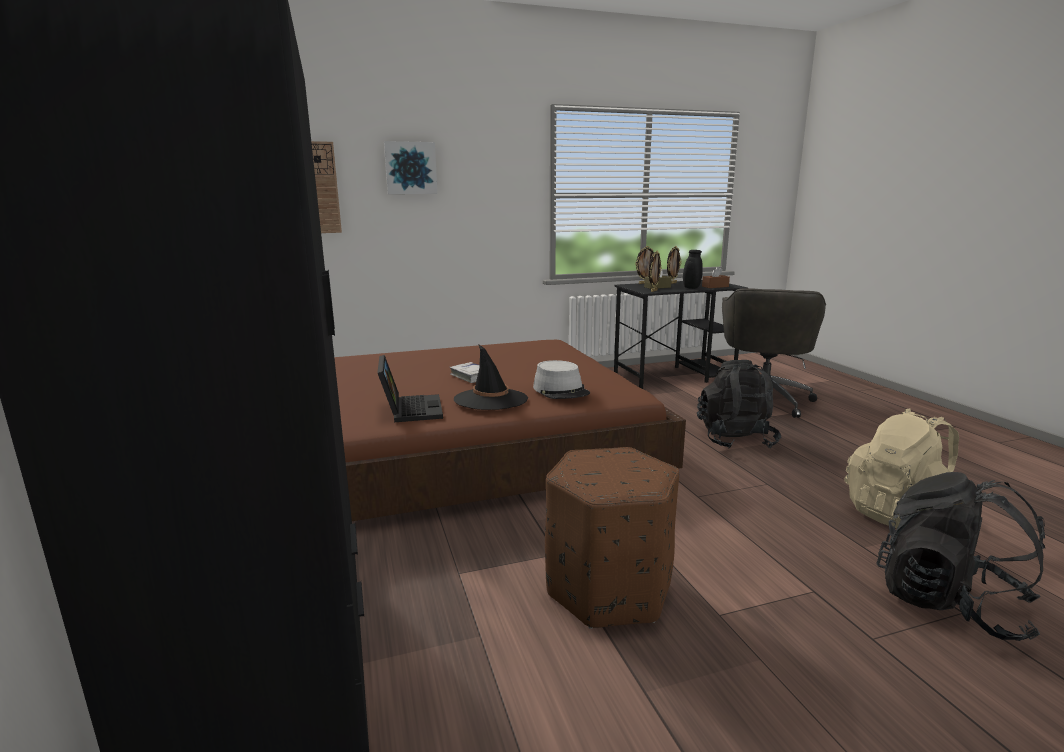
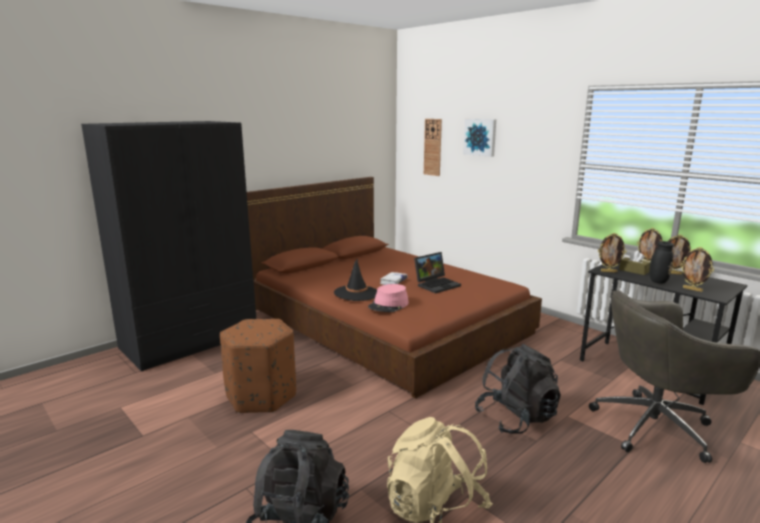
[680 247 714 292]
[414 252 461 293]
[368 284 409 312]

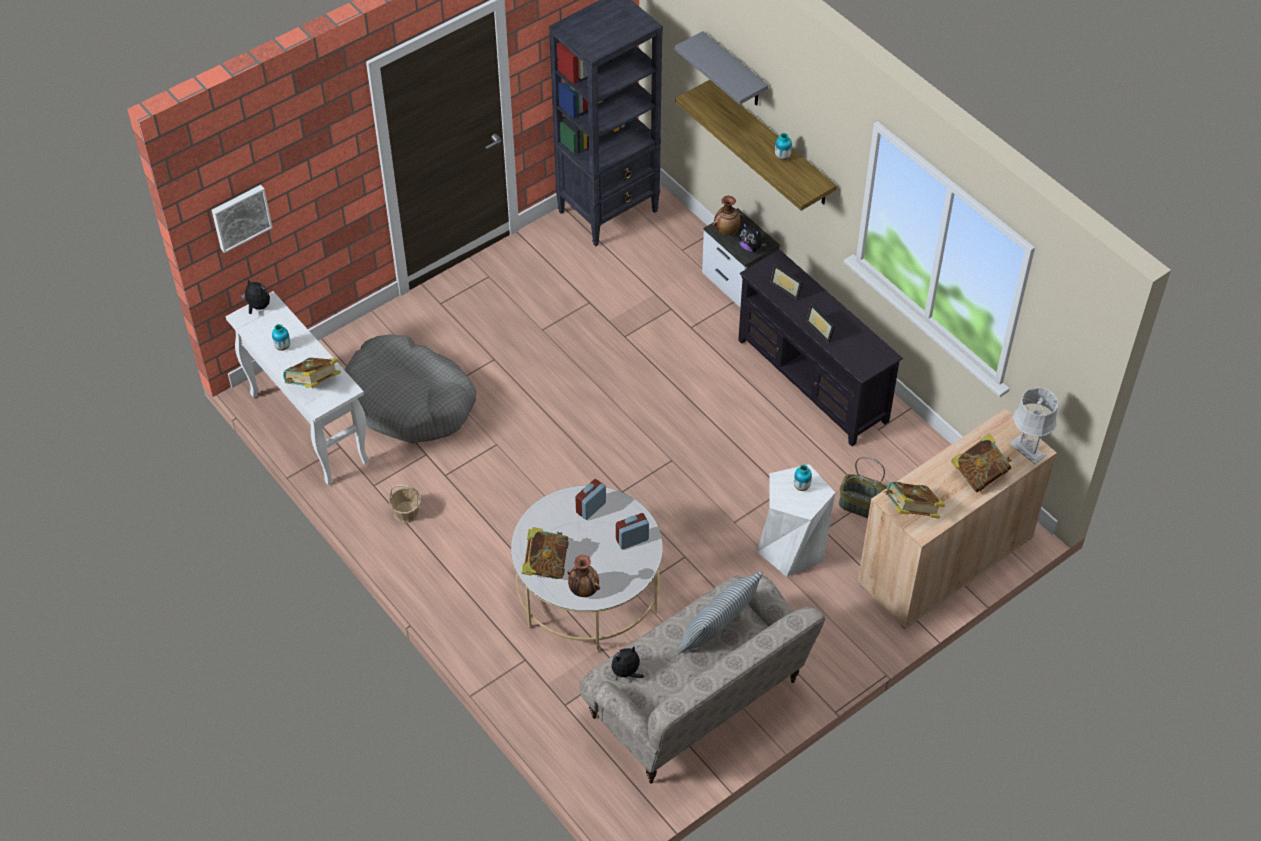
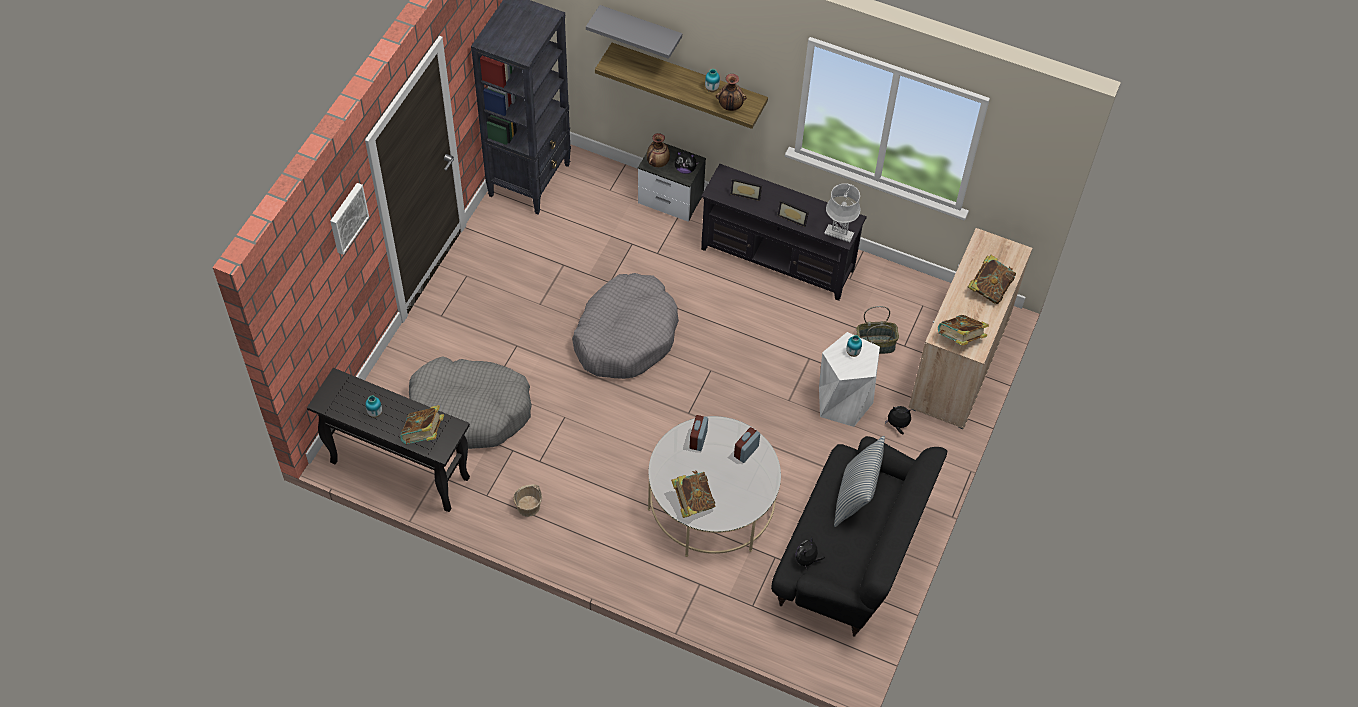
[330 183 369 255]
[885 406 911 435]
[307 368 470 512]
[824 183 861 242]
[716 74 747 111]
[771 436 947 637]
[572 273 679 379]

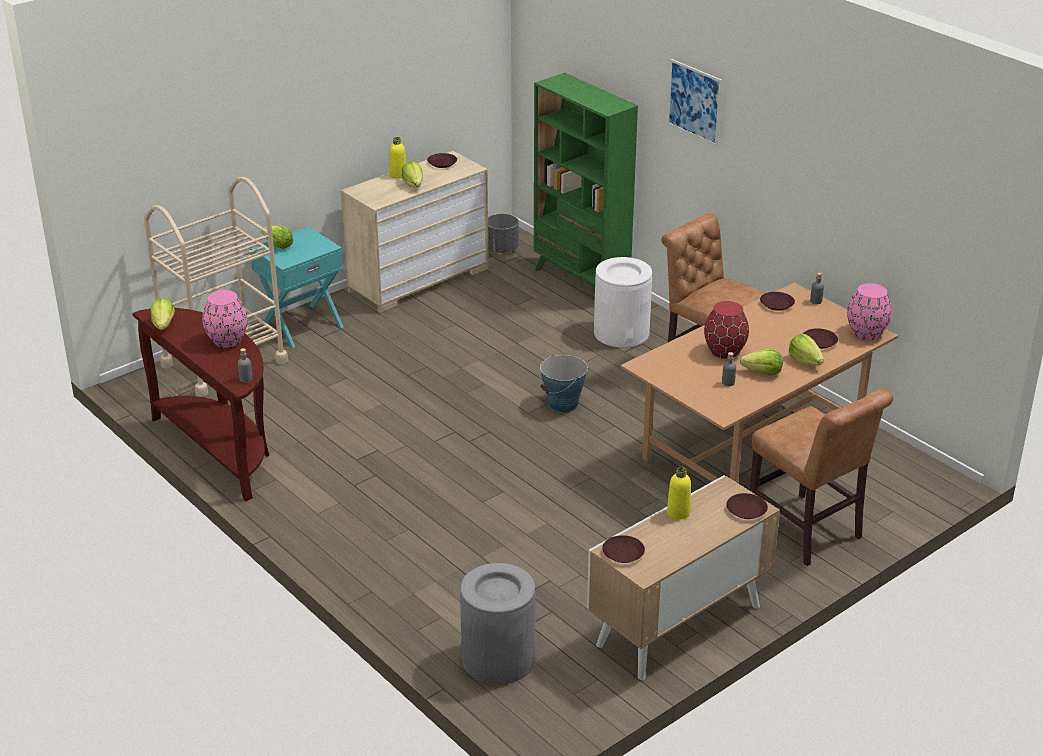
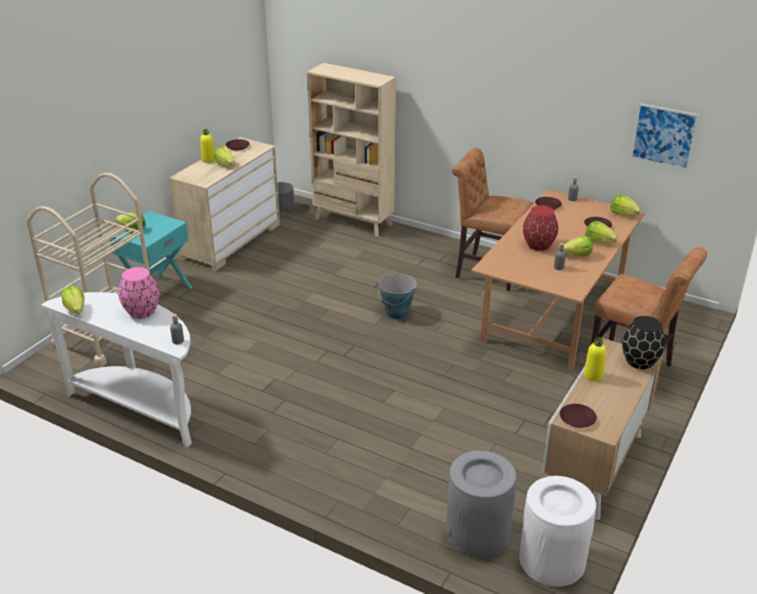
[630 103 699 170]
[307 63 396 237]
[519 476 596 587]
[610 195 641 216]
[41 292 192 448]
[622 316 665 369]

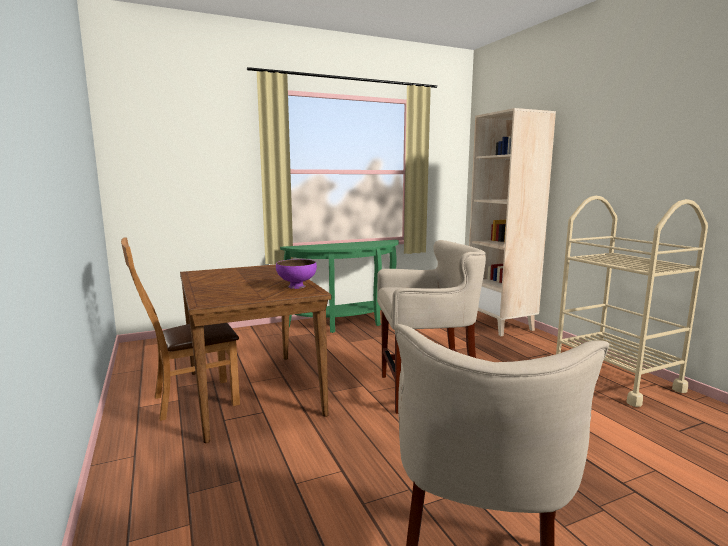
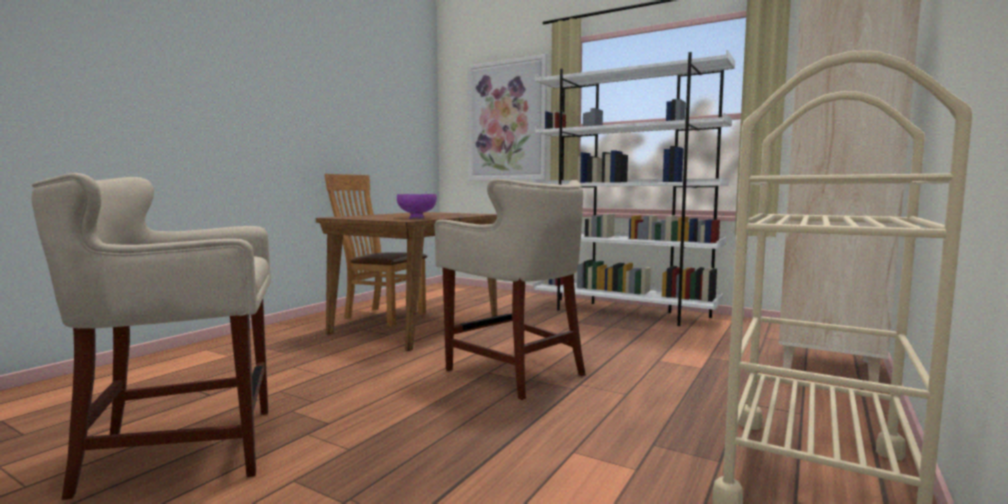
[534 50 735 326]
[468 54 547 180]

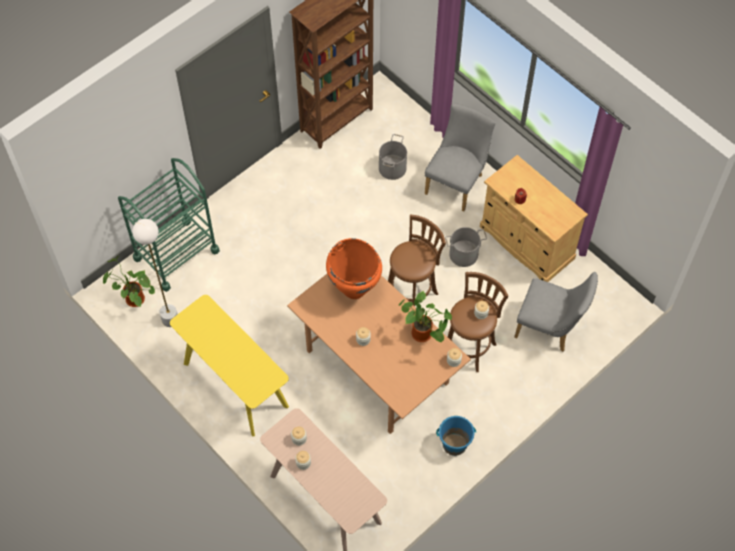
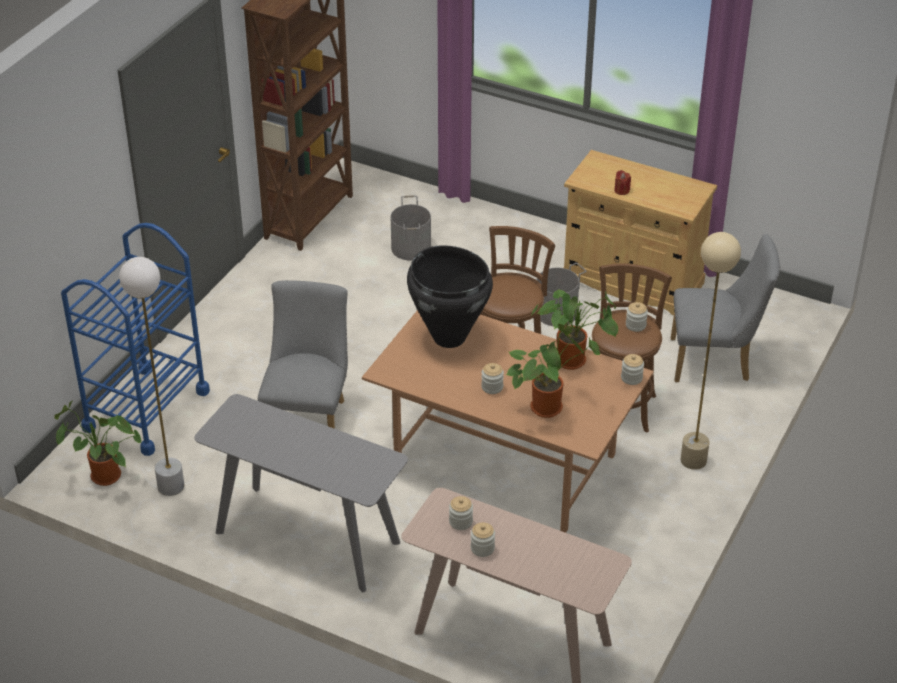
[258 280 348 429]
[61 223 210 456]
[407 245 493 348]
[194 394 408 592]
[436 416 476 456] (first image)
[681 232 741 470]
[506 324 600 418]

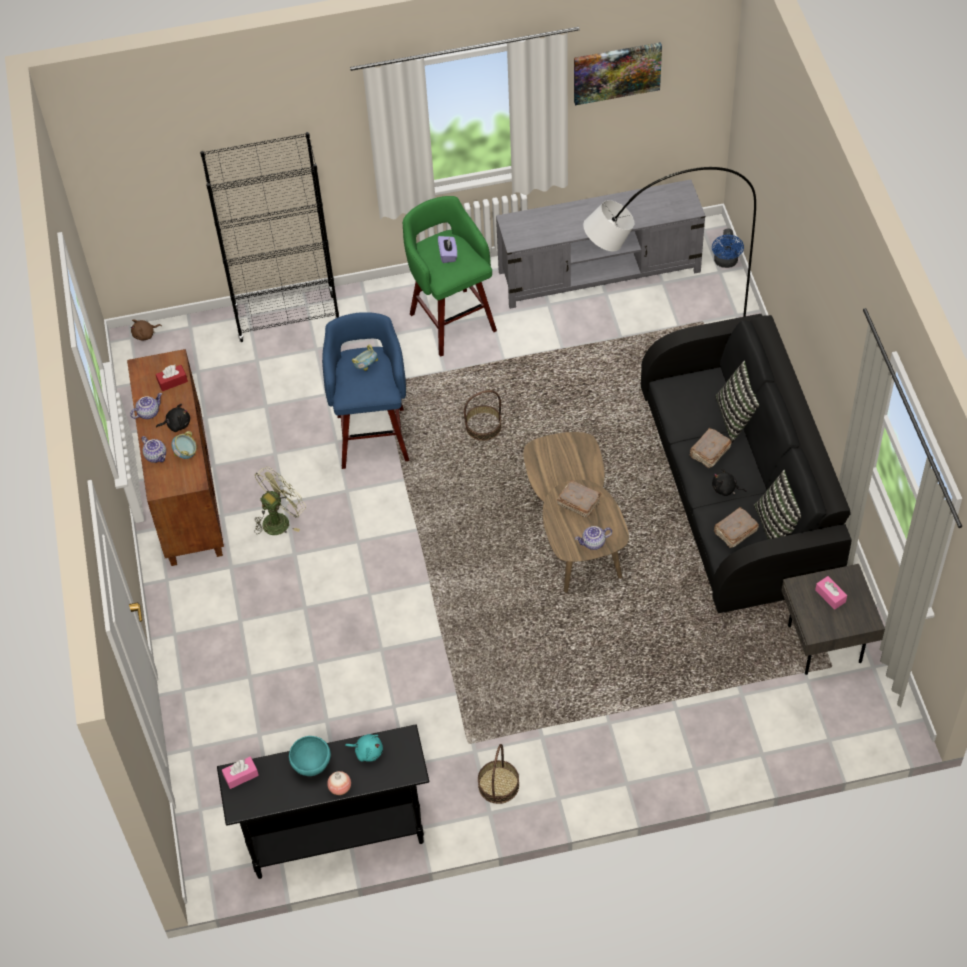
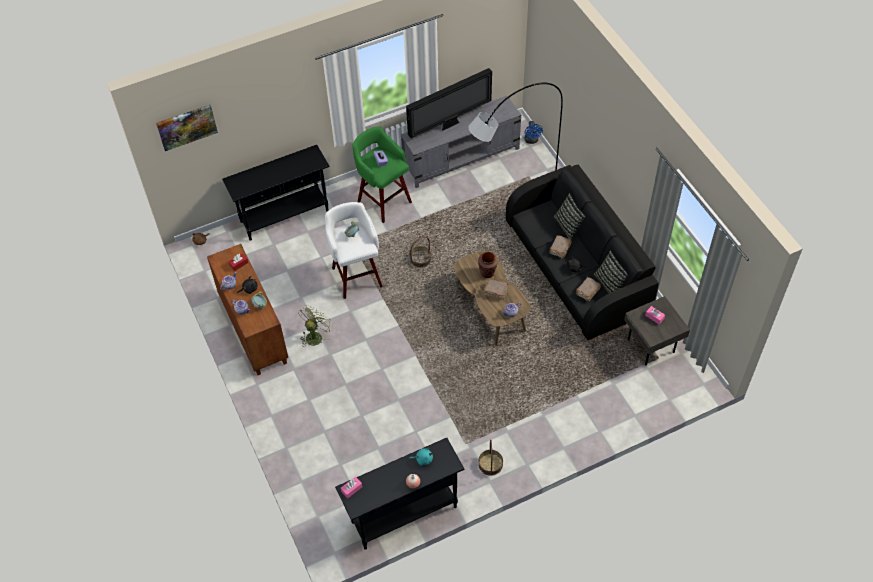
[156 105 218 151]
[222 145 330 241]
[325 202 383 299]
[289 736 331 776] (first image)
[406 68 492 138]
[478 252 498 278]

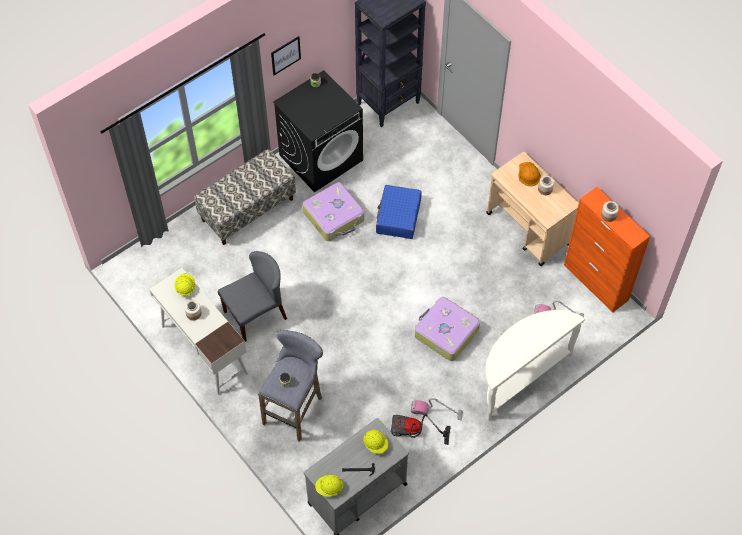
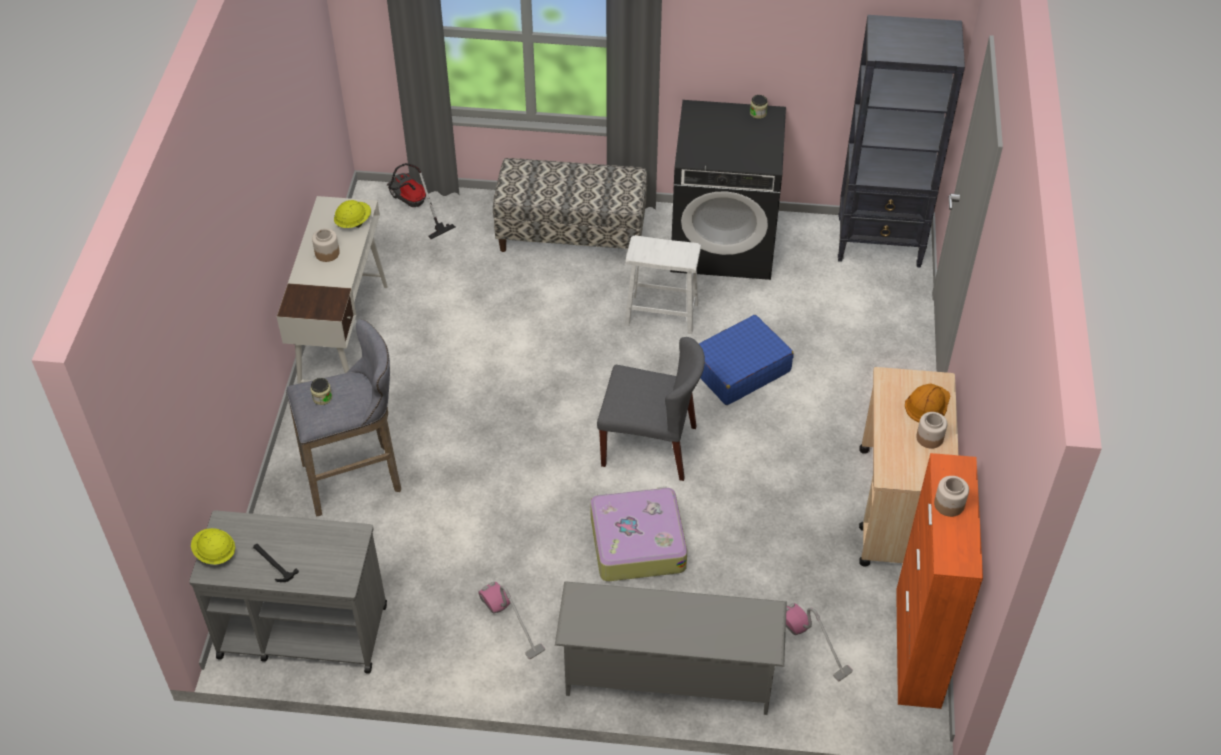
[271 36 301 75] (first image)
[625 235 701 334]
[597 337 705 481]
[555 581 787 715]
[387 163 455 239]
[363 430 389 454] (first image)

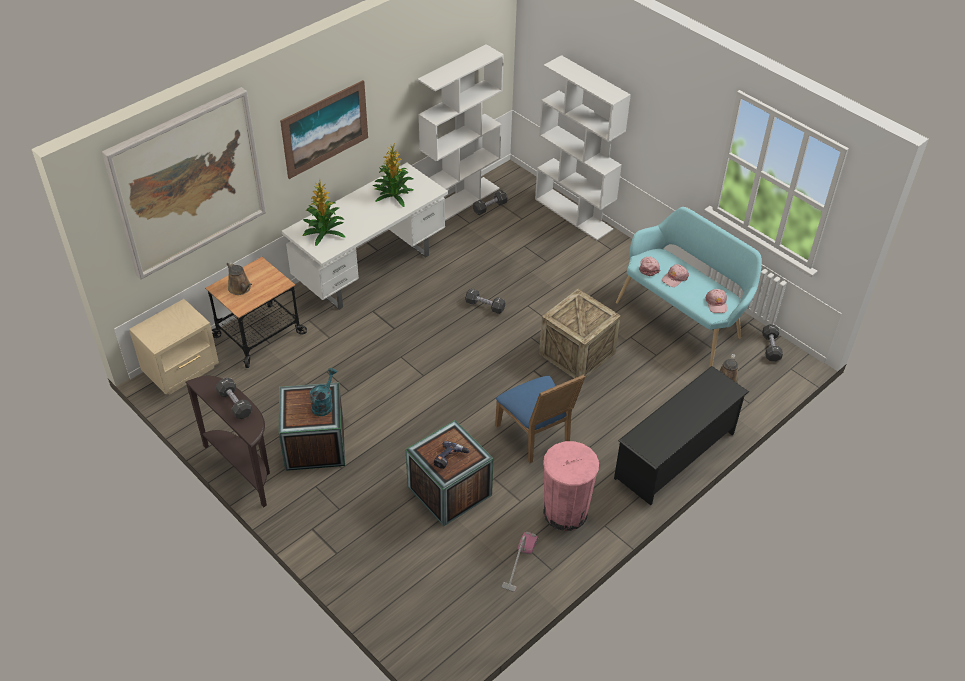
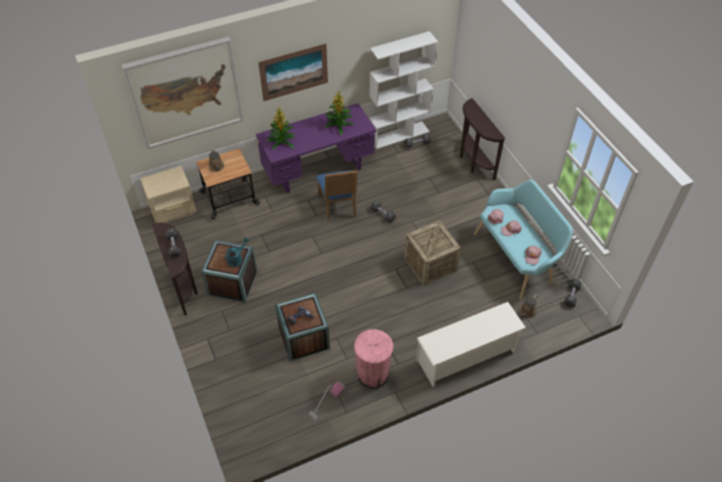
[460 98 505 180]
[256 103 376 194]
[416 302 526 387]
[316 170 358 221]

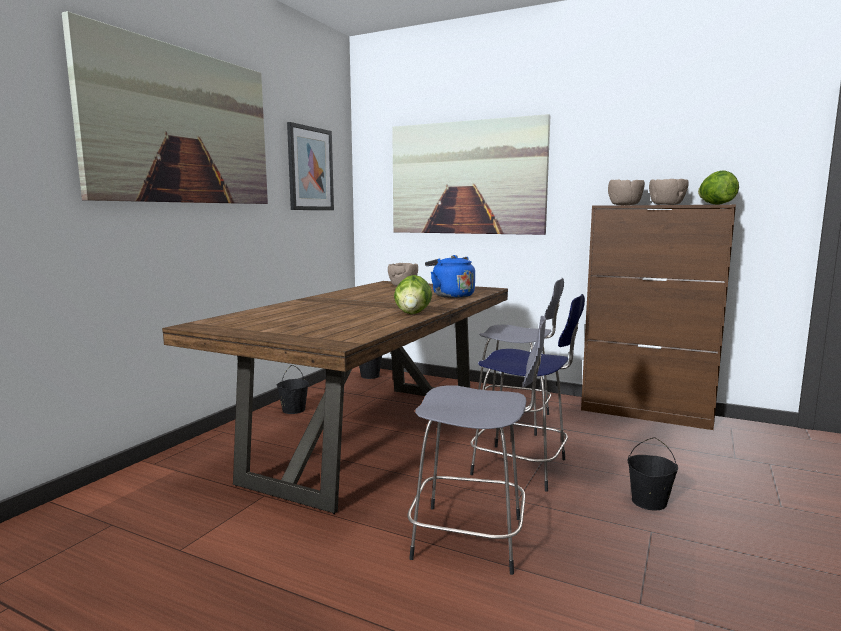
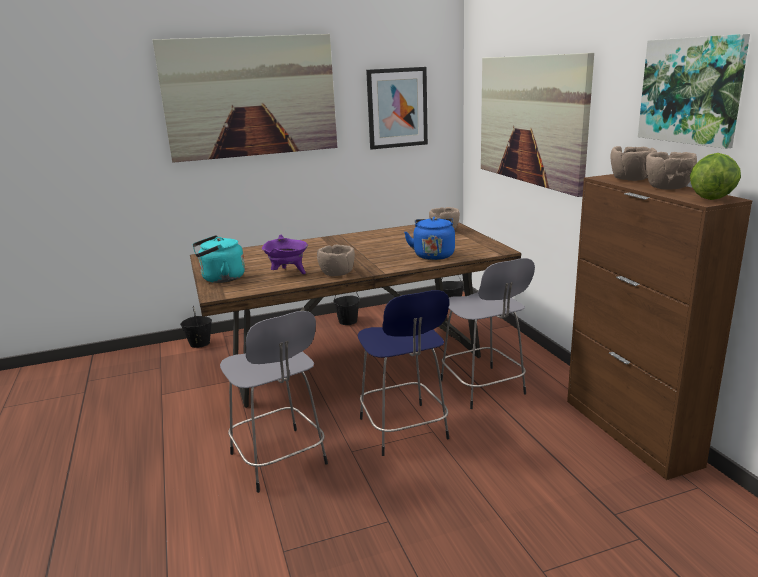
[317 245 355 276]
[180 309 212 348]
[638 34 750 149]
[193 235 245 283]
[262 235 308 274]

